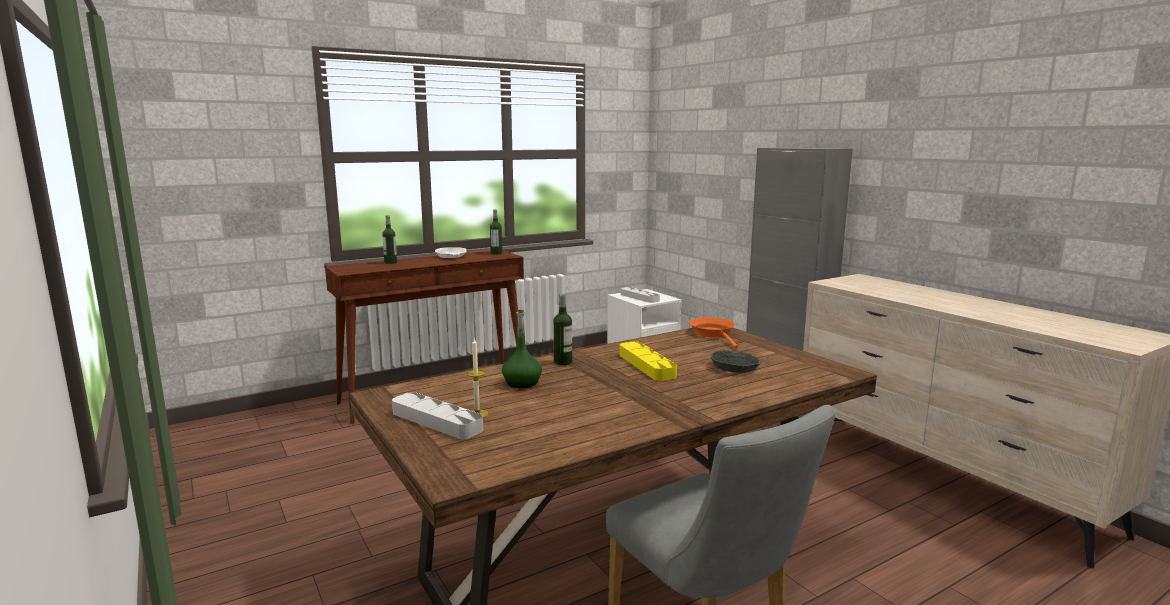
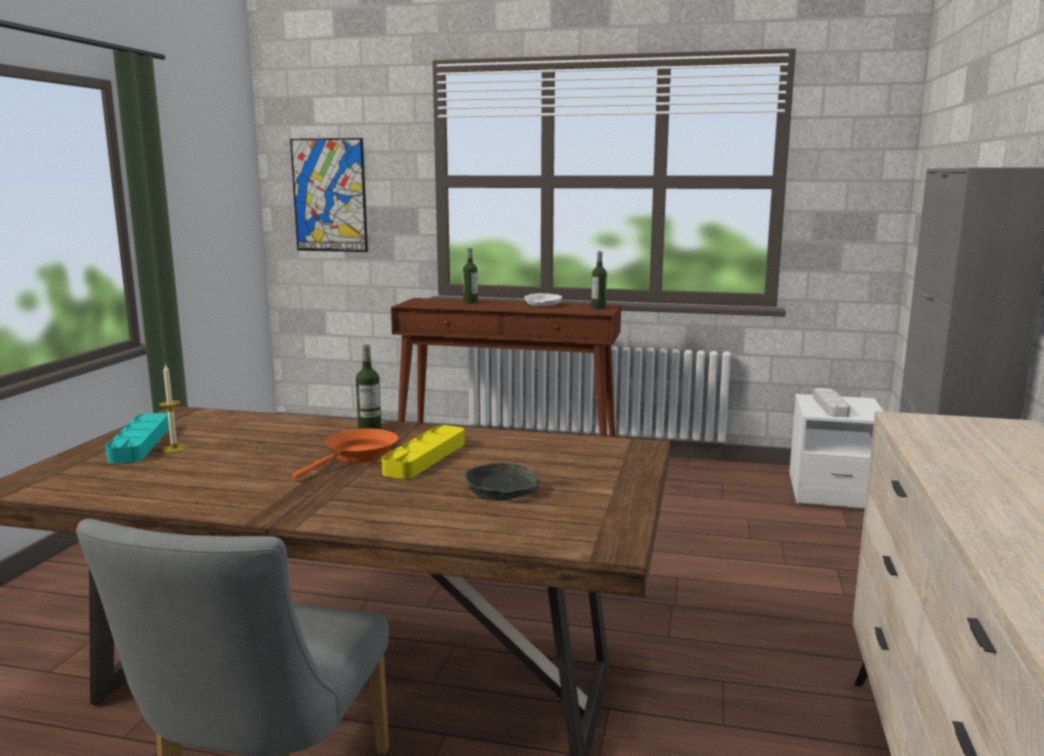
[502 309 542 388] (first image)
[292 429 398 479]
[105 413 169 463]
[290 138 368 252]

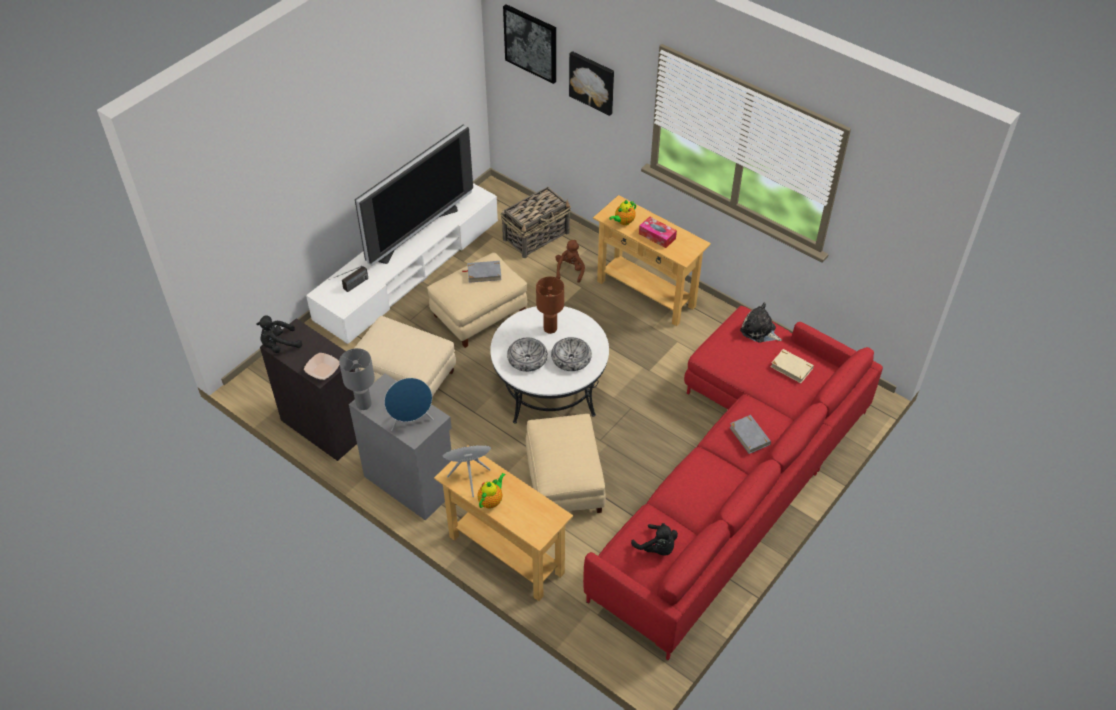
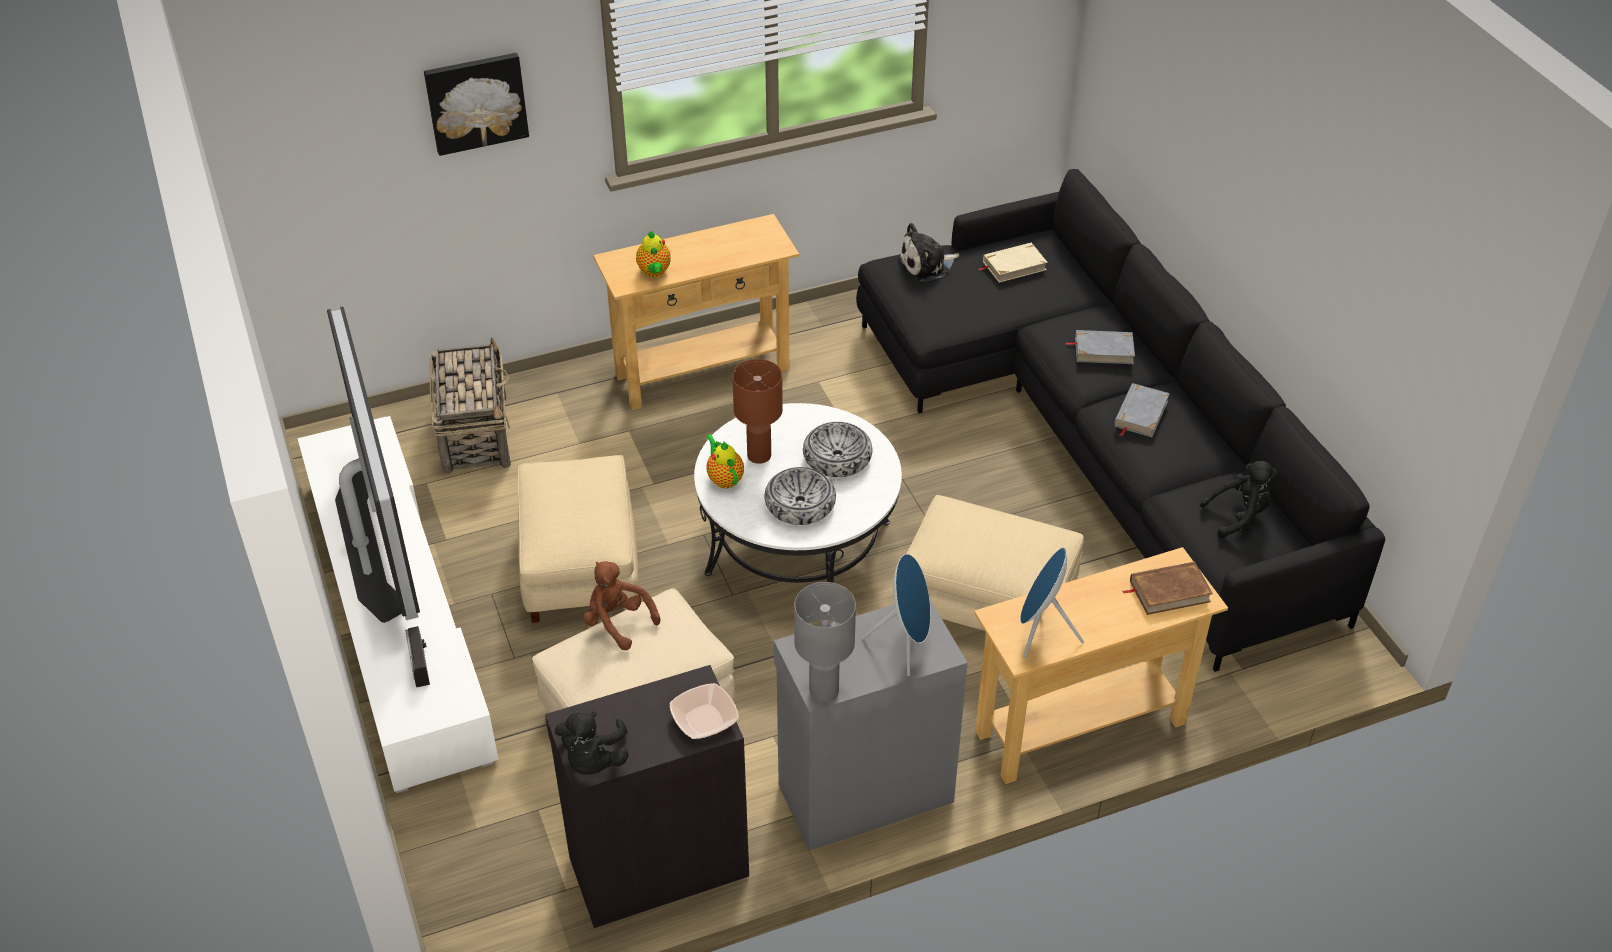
[503 4 556 84] (first image)
[639 216 677 248] (first image)
[583 561 660 650]
[1114 383 1170 437]
[856 169 1385 672]
[706 434 744 488]
[1123 561 1213 615]

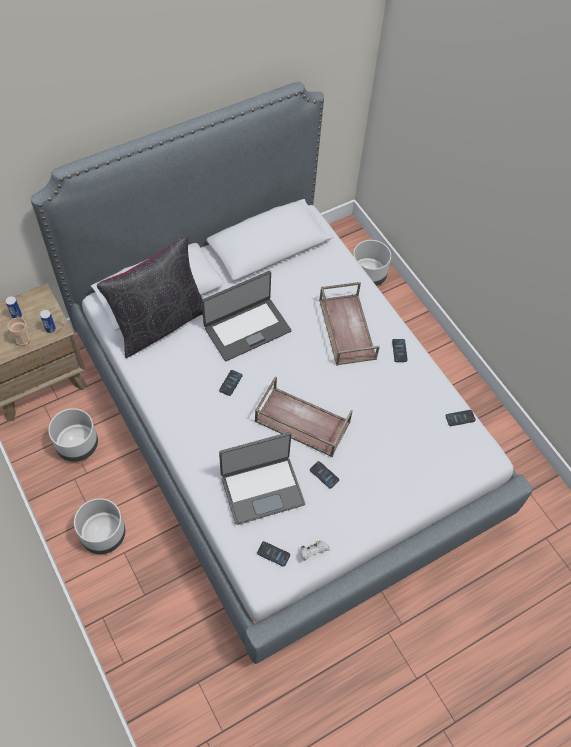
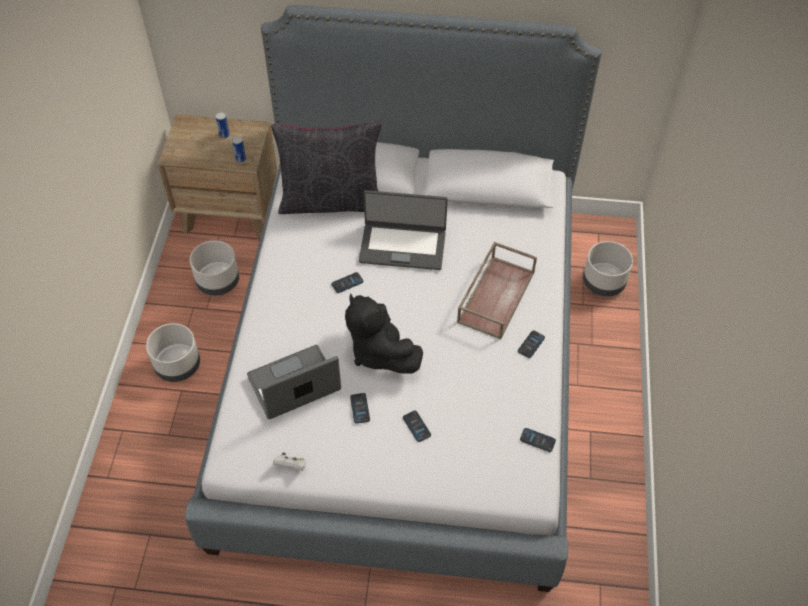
[8 317 30 346] (first image)
[345 293 423 374]
[247 345 341 419]
[403 410 431 442]

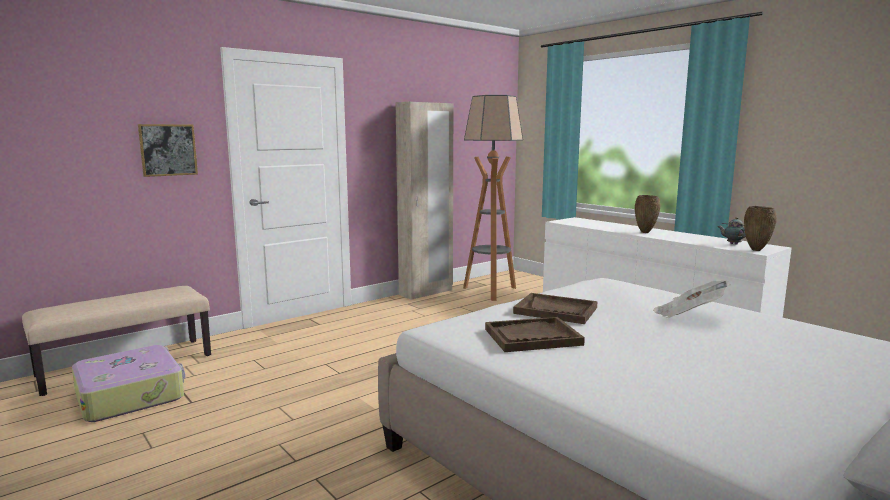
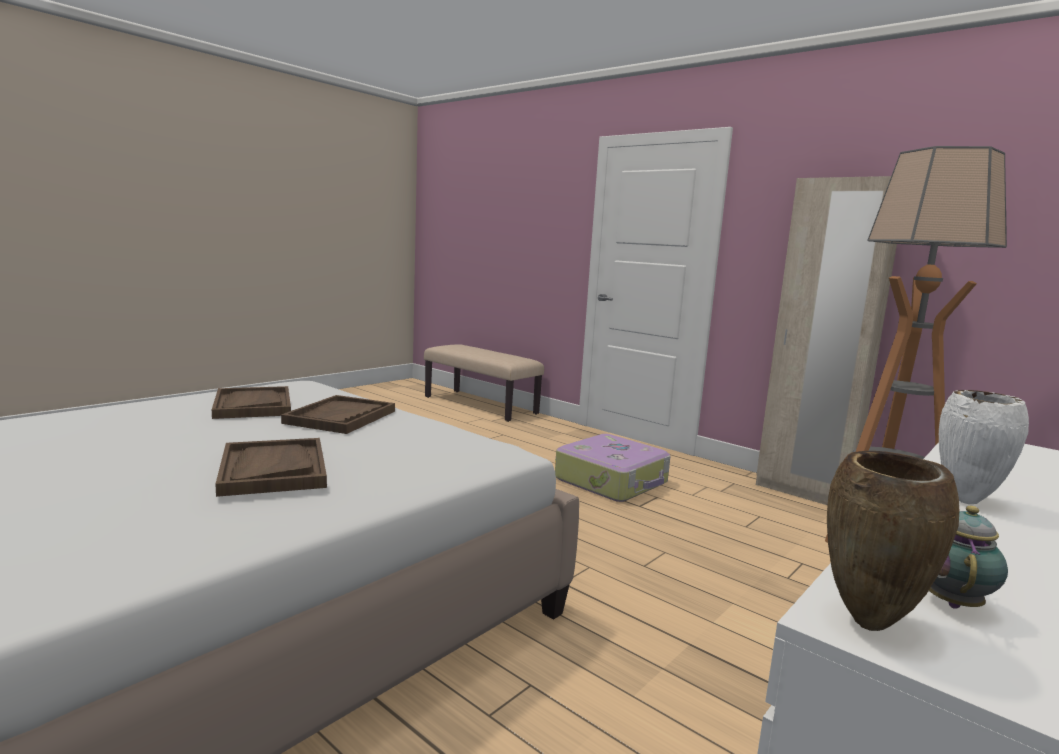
[138 124 198 177] (first image)
[939 390 1029 504]
[215 438 327 497]
[555 434 671 502]

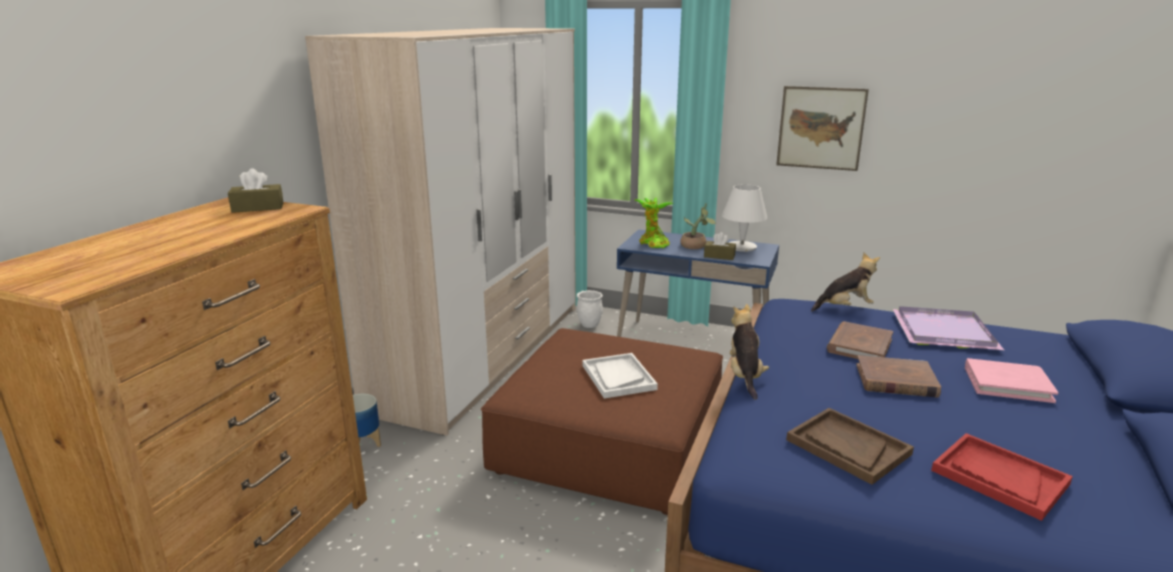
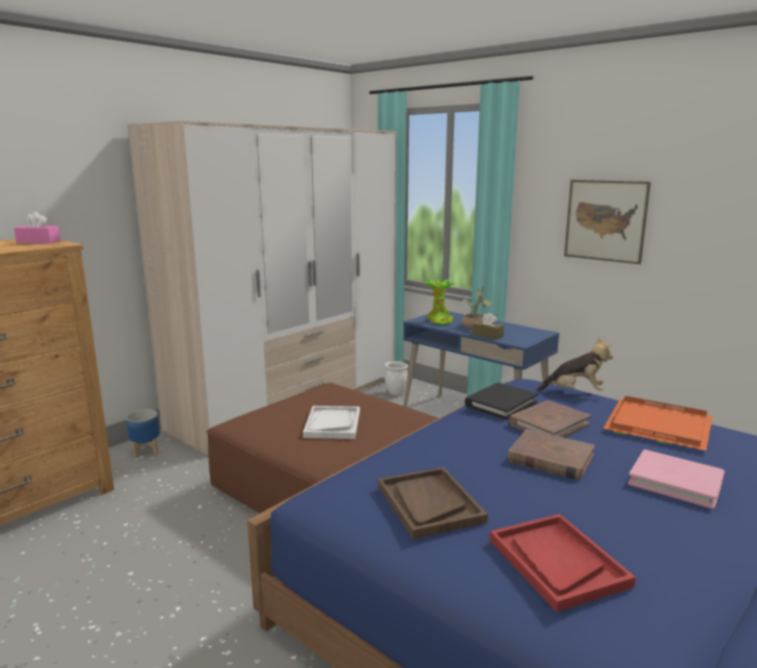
[14 212 60 243]
[722 184 767 252] (first image)
[730 304 769 400] (first image)
[603 396 713 451]
[465 383 538 420]

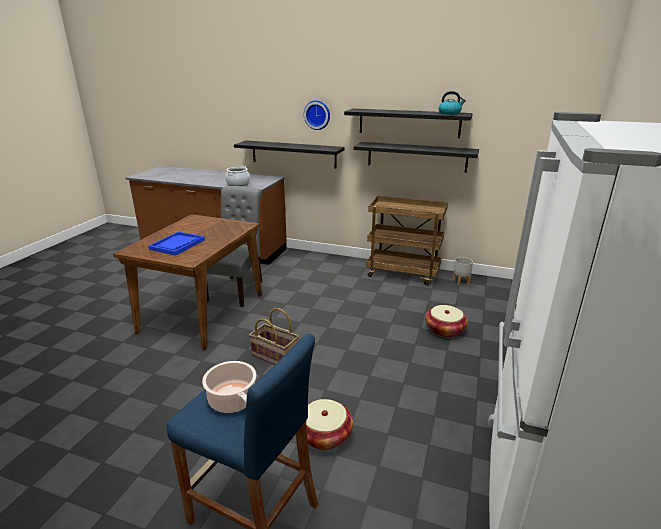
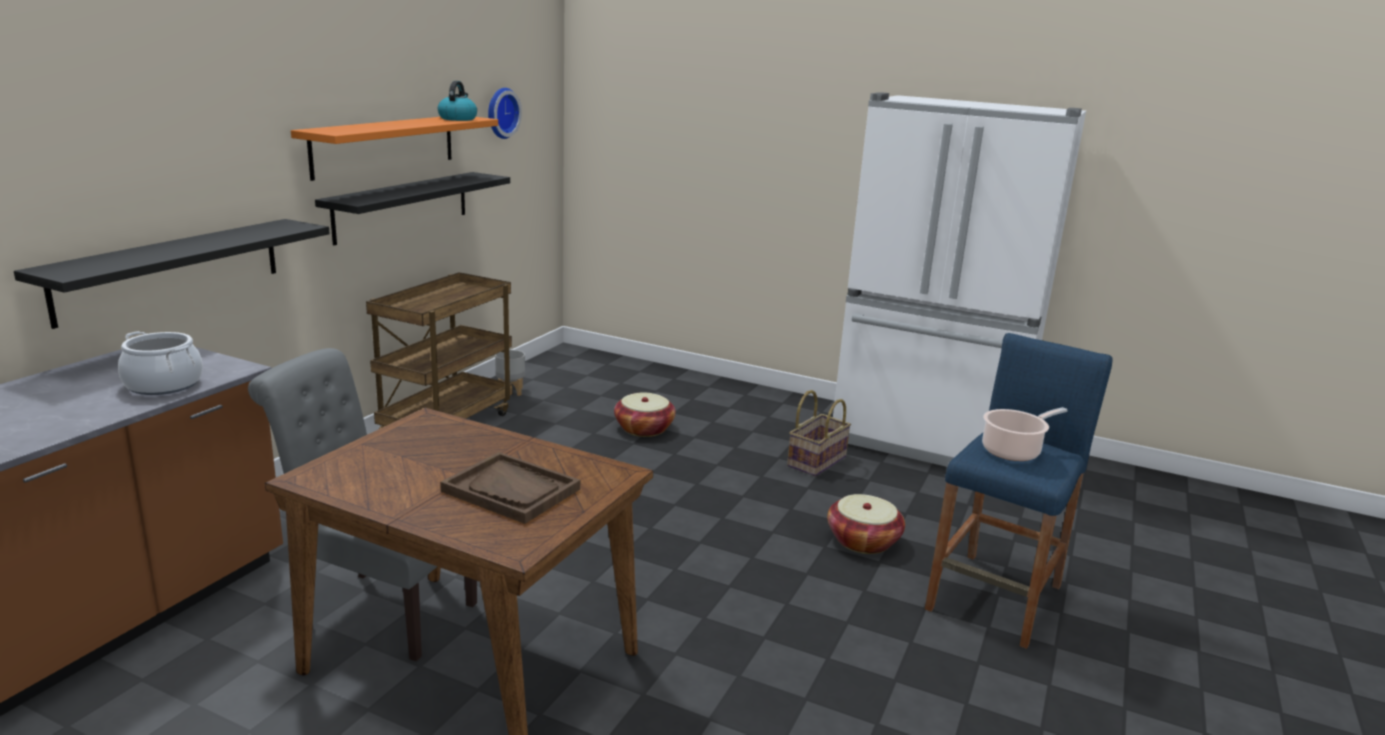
[488 88 522 139]
[291 117 498 181]
[440 452 580 524]
[787 390 851 476]

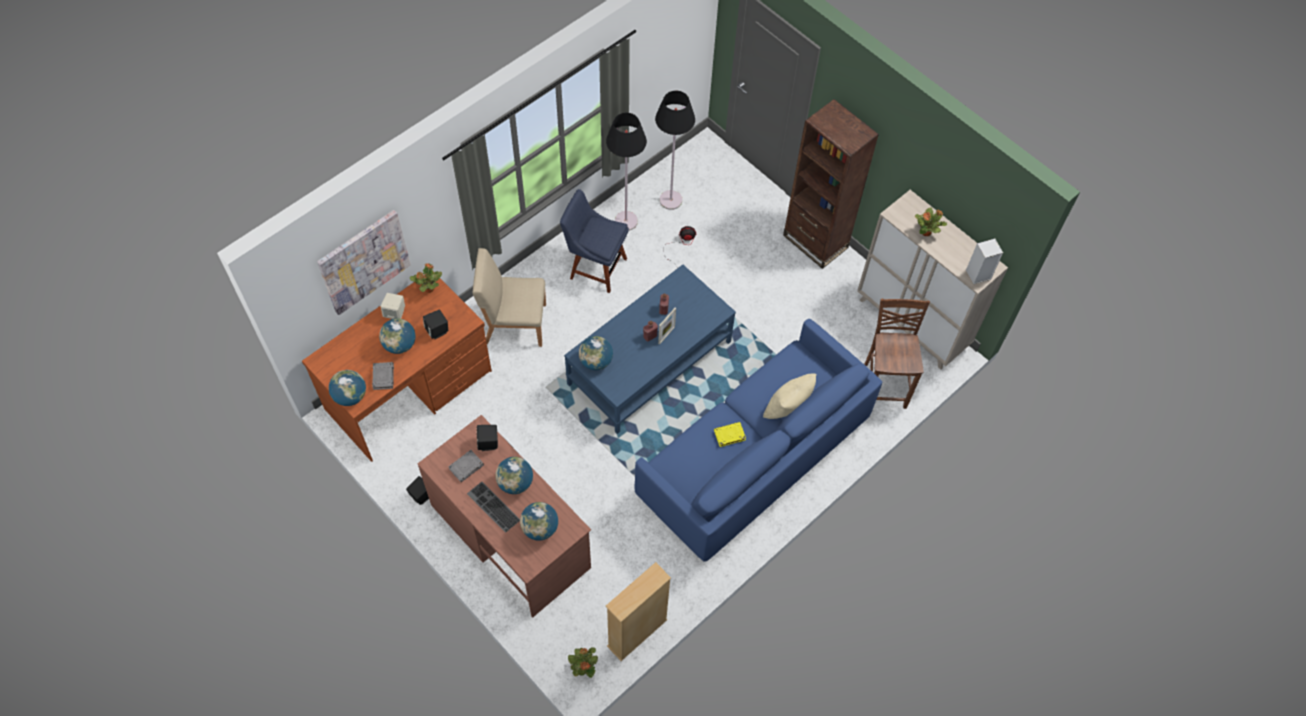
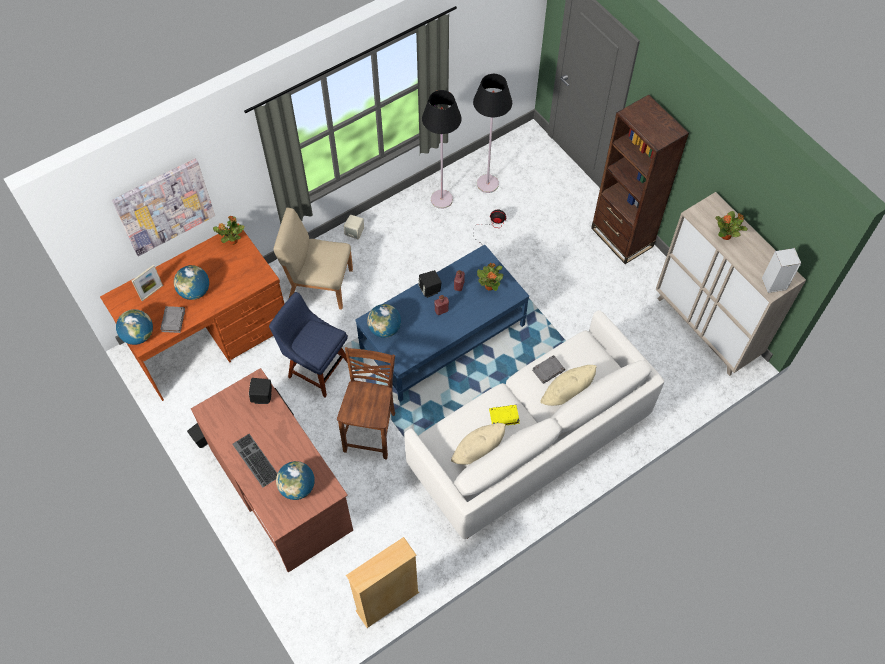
[269 292 348 397]
[344 215 364 240]
[337 347 395 460]
[132 265 163 301]
[418 270 442 298]
[404 310 664 539]
[532 355 565 384]
[495 457 533 494] (first image)
[477 263 503 291]
[451 423 506 465]

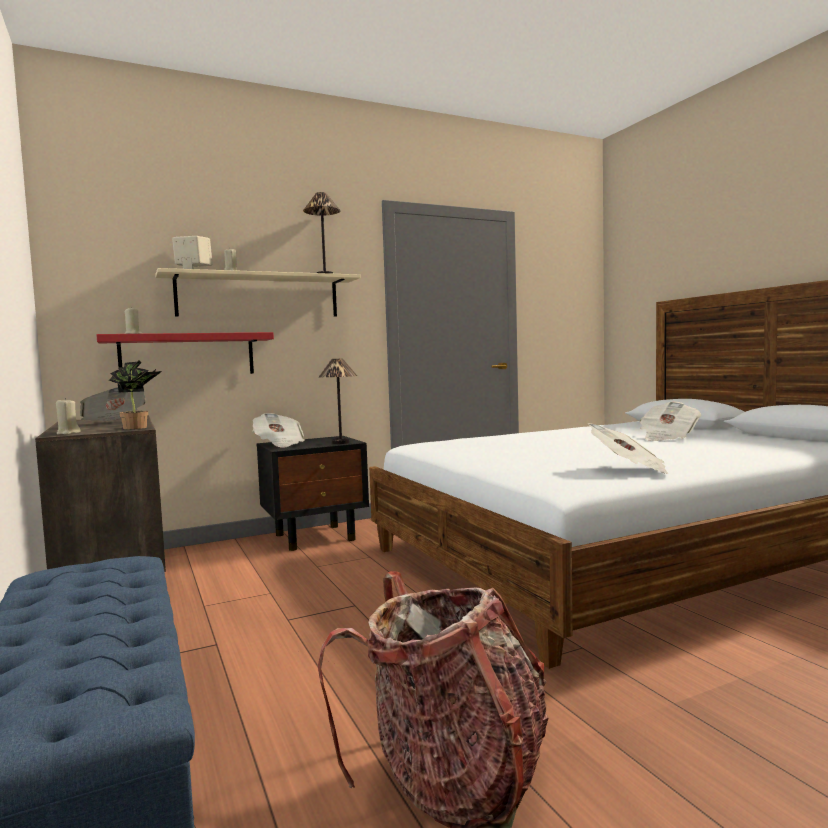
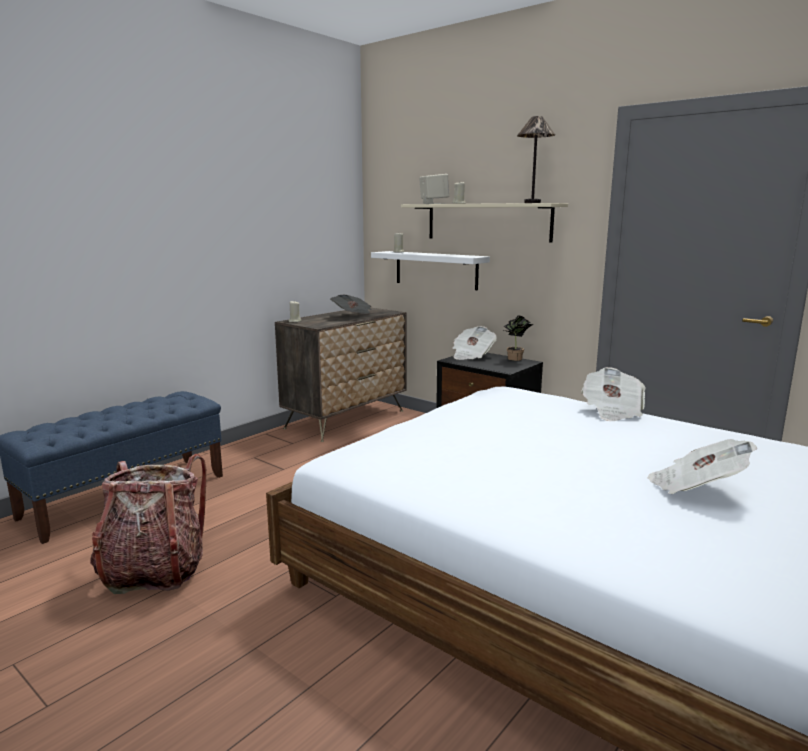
[371 251 490 290]
[319 359 357 444] (first image)
[503 316 534 361]
[581 367 645 421]

